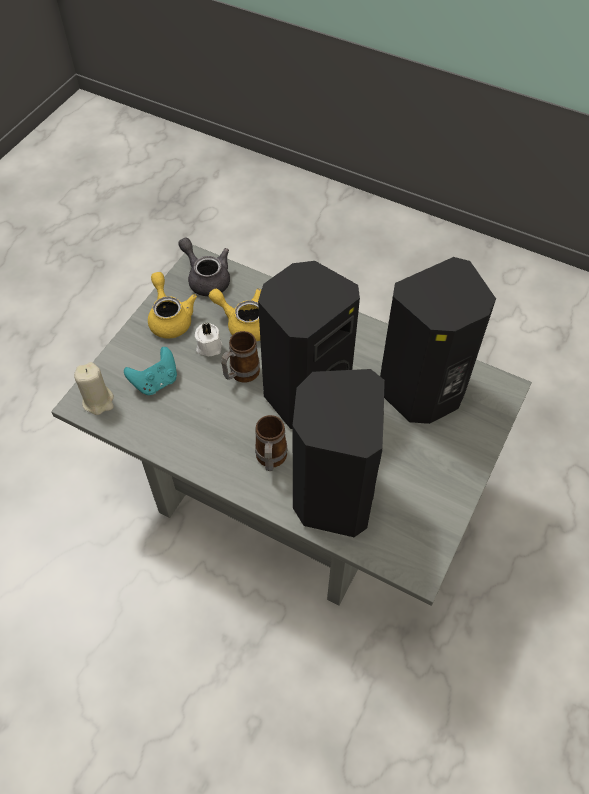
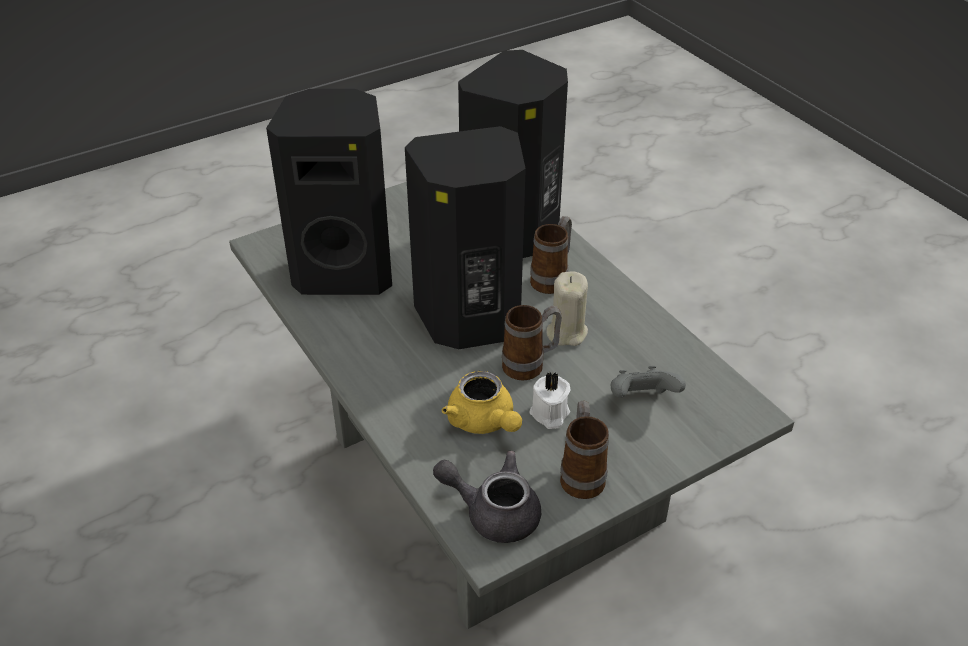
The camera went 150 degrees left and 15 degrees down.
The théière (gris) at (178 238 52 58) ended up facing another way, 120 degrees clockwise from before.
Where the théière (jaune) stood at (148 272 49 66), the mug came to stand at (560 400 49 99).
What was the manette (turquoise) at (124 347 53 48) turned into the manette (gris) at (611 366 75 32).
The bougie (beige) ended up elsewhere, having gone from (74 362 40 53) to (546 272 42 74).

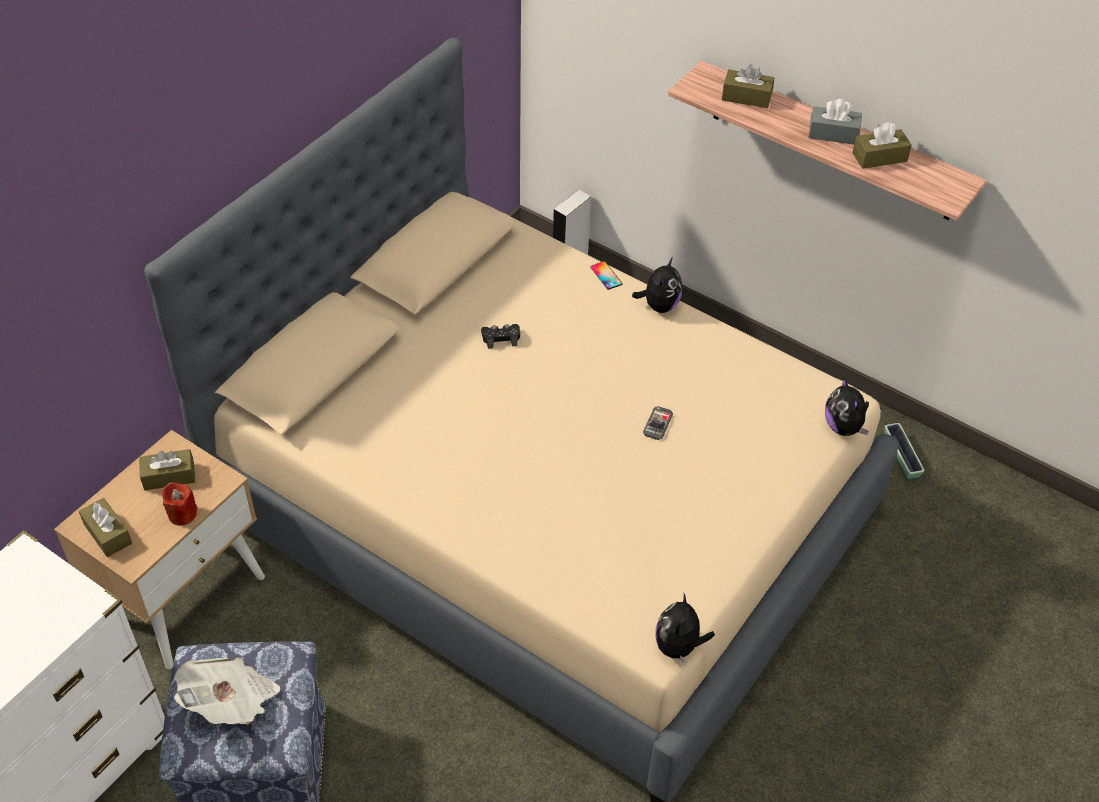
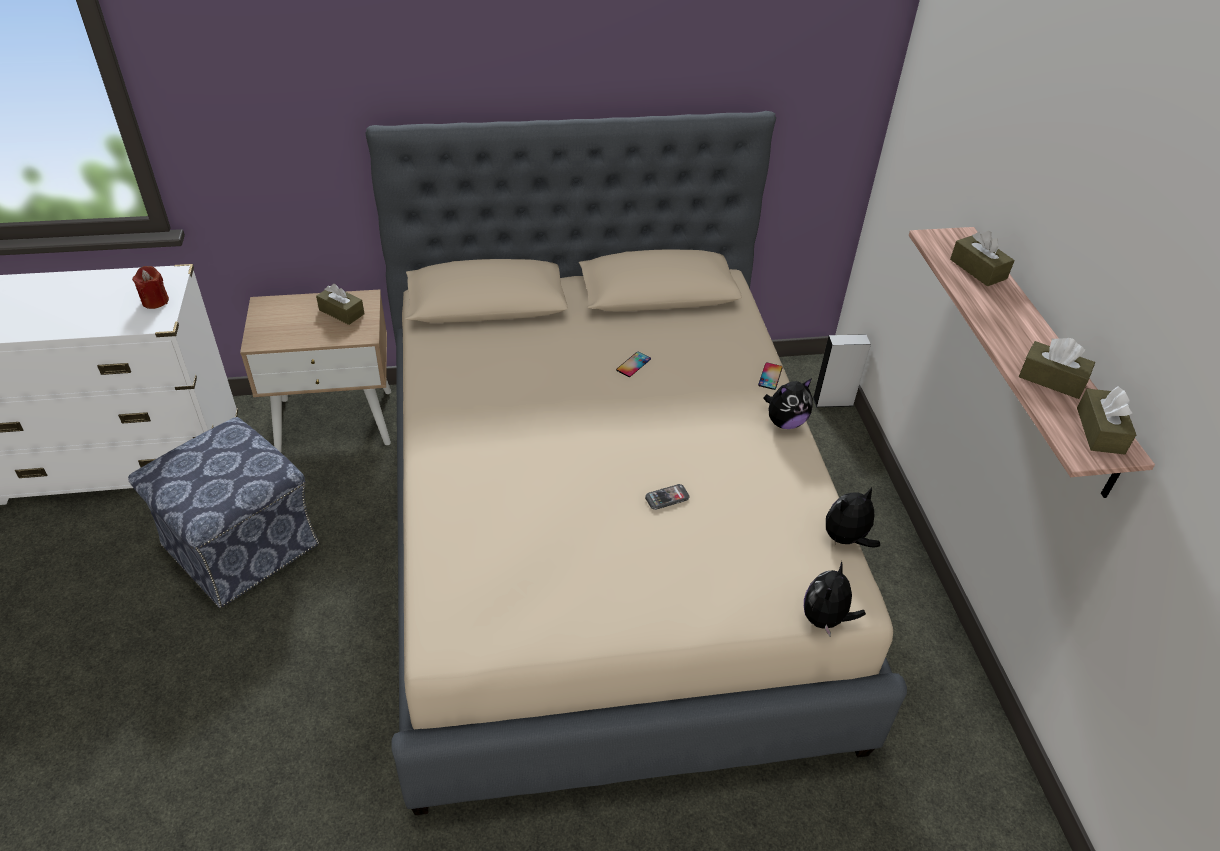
The camera went 45 degrees right and 5 degrees down.
The second view lost the boîte à mouchoirs (gris) at (808 99 54 46).
Where the manette (noir) stood at (481 324 39 25), the téléphone came to stand at (616 351 35 26).
The second view lost the cache-pot at (885 423 40 58).
The bougie (rouge) ended up elsewhere, having gone from (162 482 35 44) to (132 266 37 43).
The boîte à mouchoirs (marron) ended up elsewhere, having gone from (79 498 53 59) to (1077 386 59 68).
The peluche ended up elsewhere, having gone from (655 594 60 72) to (826 487 54 61).
The second view lost the journal at (174 658 106 67).

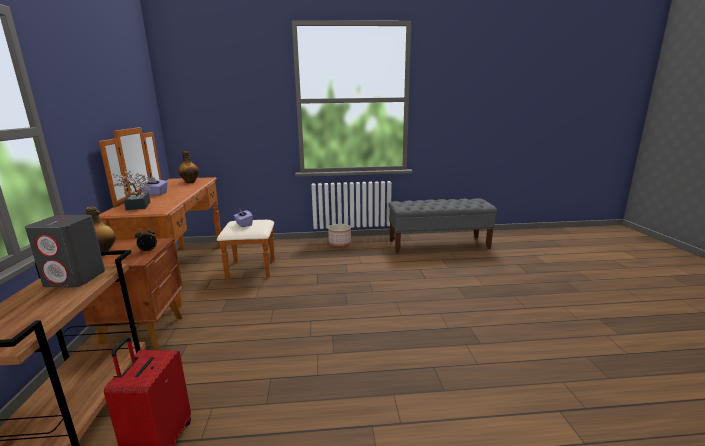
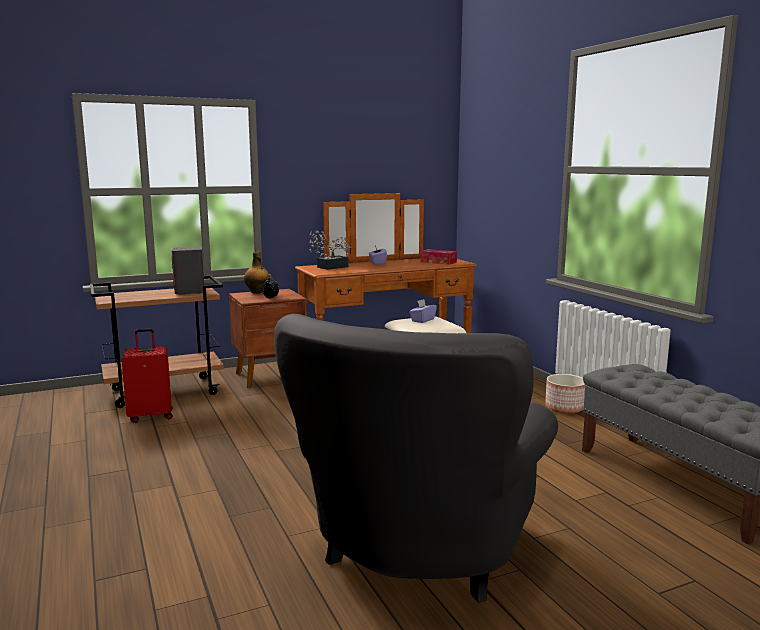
The camera went 70 degrees right and 5 degrees down.
Where the bouteille stood at (178 151 21 32), the boîte à mouchoirs came to stand at (420 249 37 16).
The second view gained the fauteuil (gris) at (274 314 284 289).

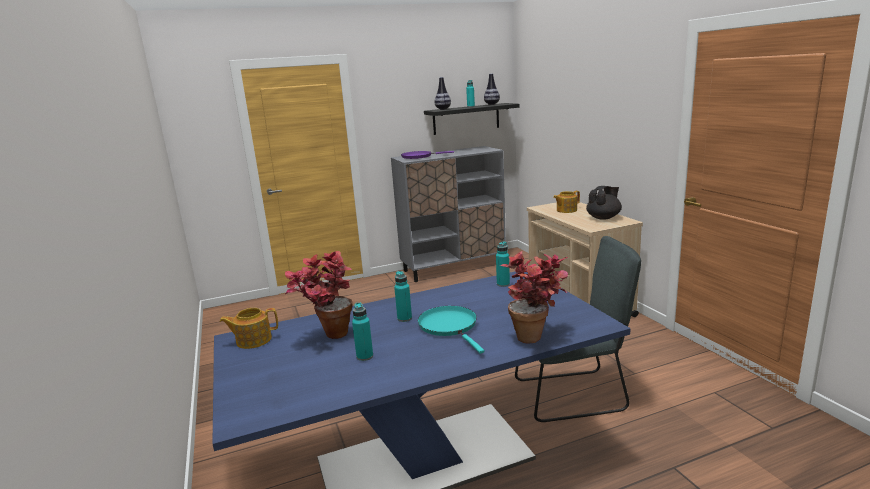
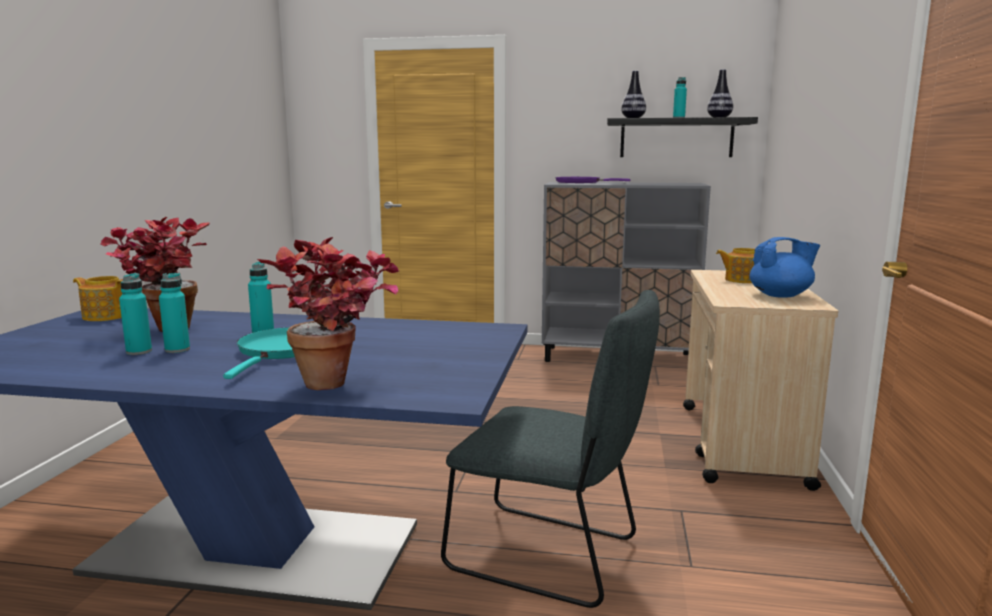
The camera went 30 degrees right and 5 degrees down.
What was the théière (noir) at (586 186 36 34) turned into the théière (bleu) at (749 237 71 61).
The bouteille (turquoise) ended up elsewhere, having gone from (496 241 14 46) to (159 273 31 80).

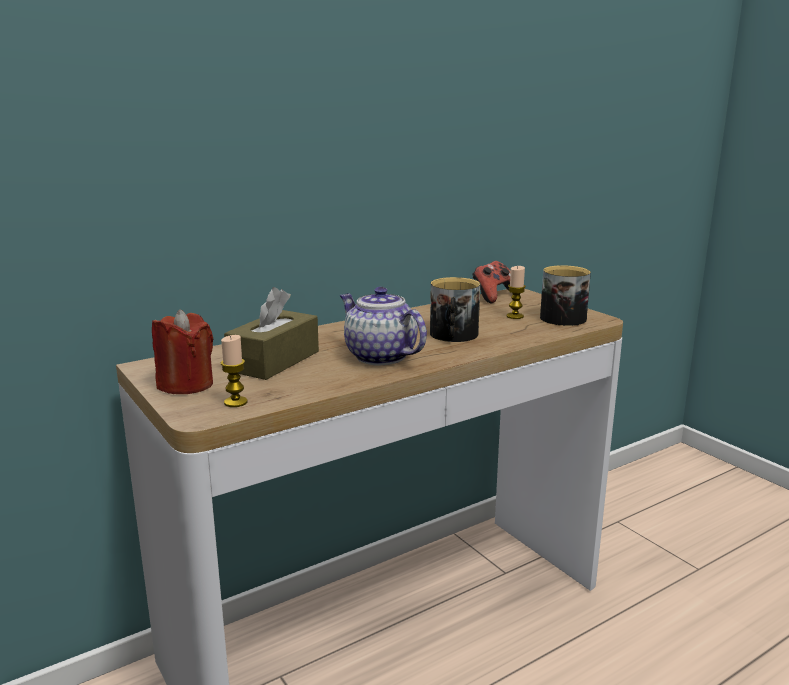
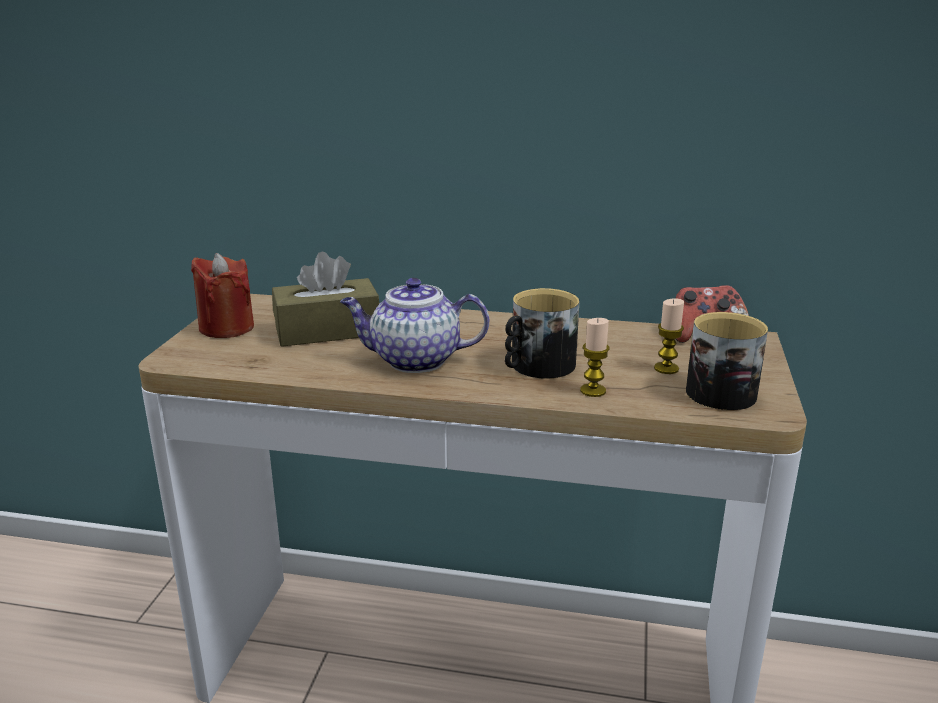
The camera went 45 degrees right and 5 degrees up.
The théière at (340 287 87 78) ended up facing another way, 90 degrees counterclockwise from before.
The bougie ended up elsewhere, having gone from (221 335 27 72) to (580 318 29 79).

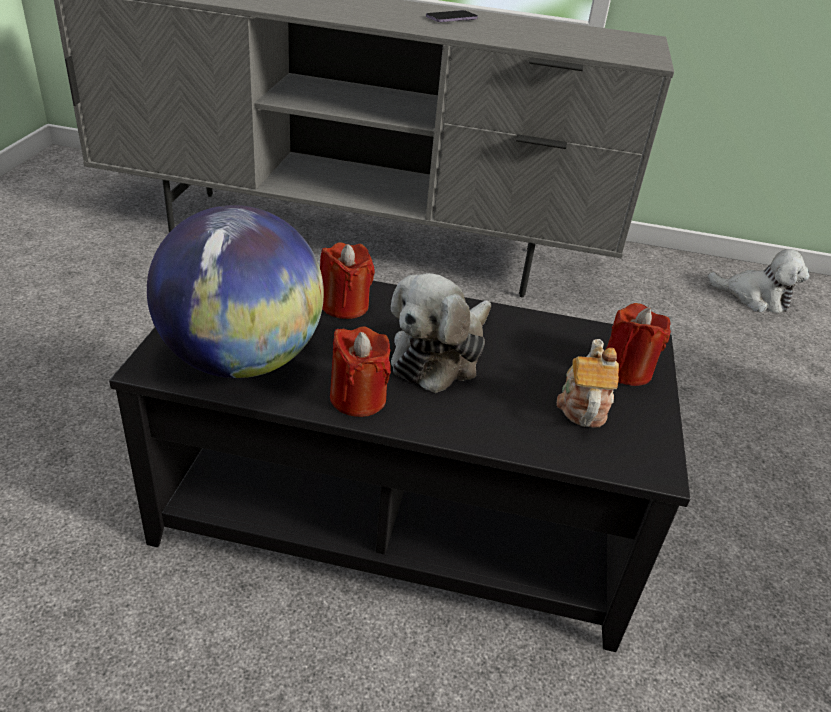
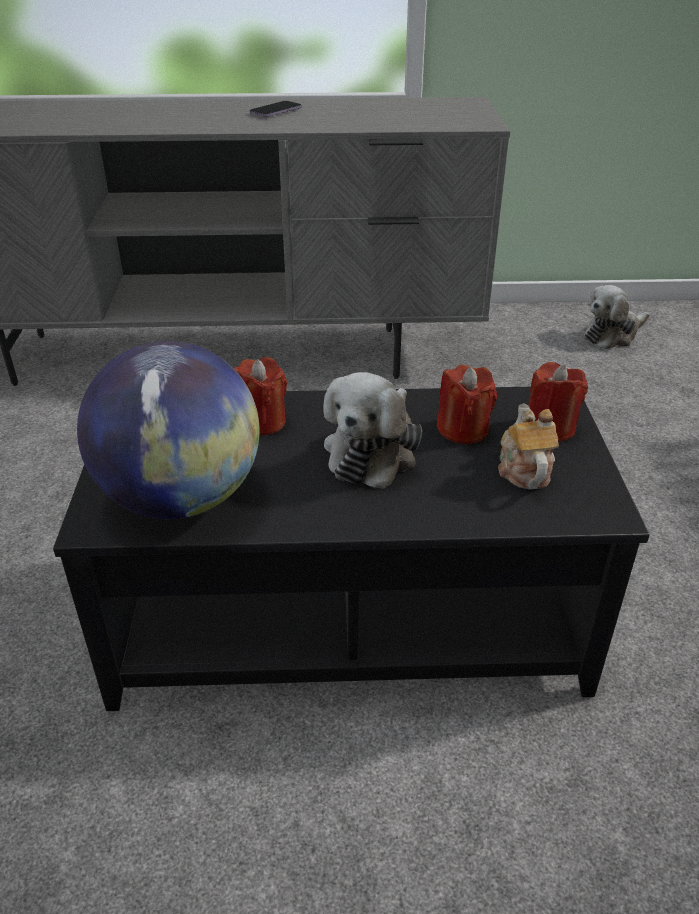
The camera went 10 degrees left and 0 degrees up.
The peluche at (708 249 101 64) ended up facing another way, 135 degrees clockwise from before.
The bougie (rouge) ended up elsewhere, having gone from (330 326 61 91) to (436 365 61 79).

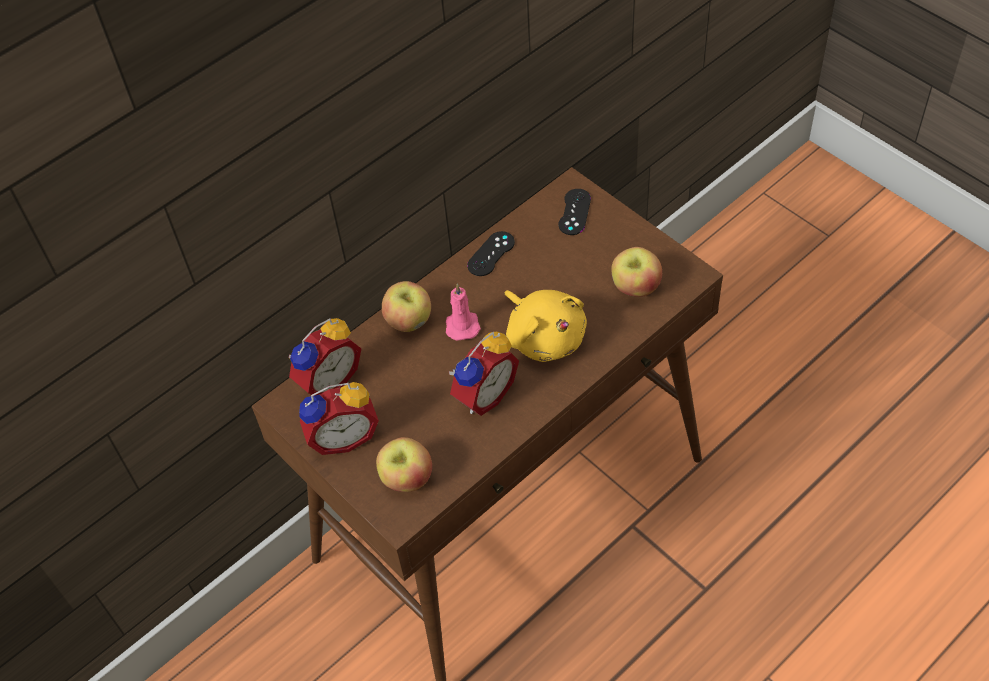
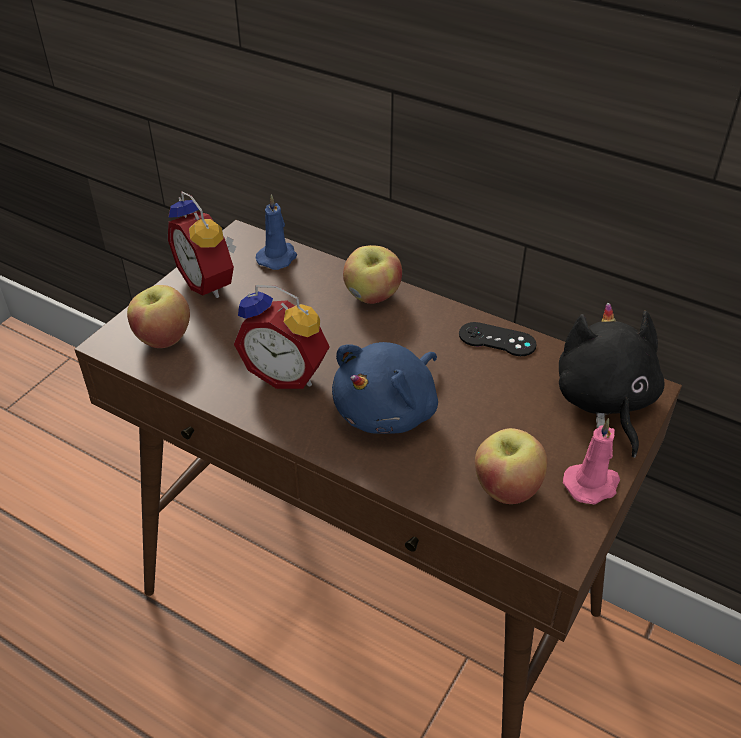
The camera went 70 degrees right and 10 degrees down.
Where the manette (noir) stood at (559 189 32 46), the peluche (noir) came to stand at (559 303 105 155).
The bougie (rose) ended up elsewhere, having gone from (446 283 35 58) to (563 418 57 86).
What was the peluche (jaune) at (505 290 82 72) turned into the peluche (bleu) at (332 342 106 92).
Where the réveil stood at (289 318 72 78), the bougie (bleu) came to stand at (256 194 41 76).

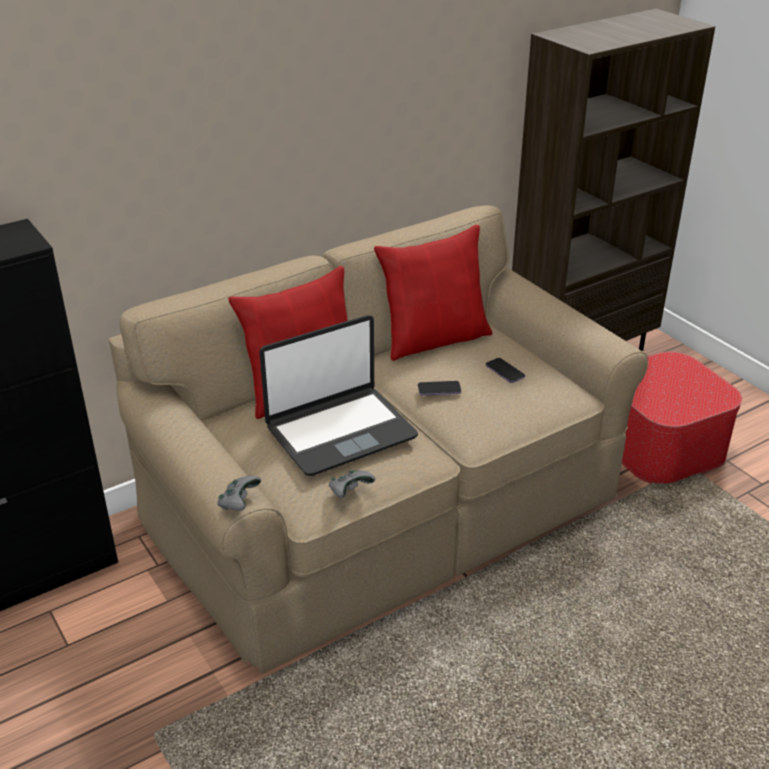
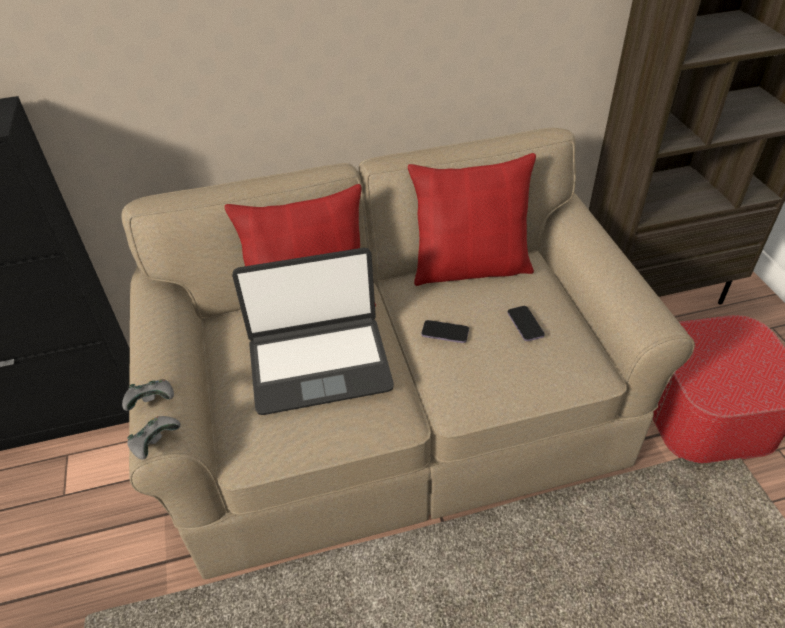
The camera went 20 degrees right and 10 degrees up.
The manette (gris) ended up elsewhere, having gone from (329 470 46 28) to (122 379 52 32).

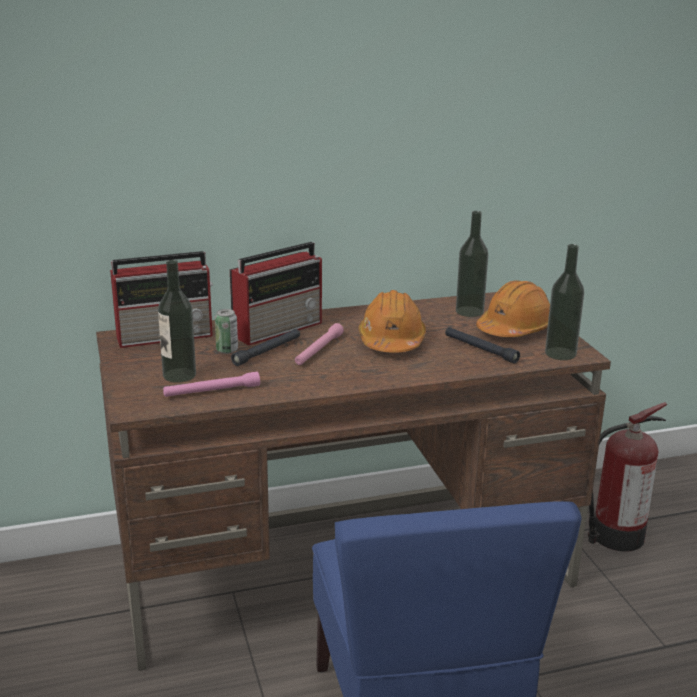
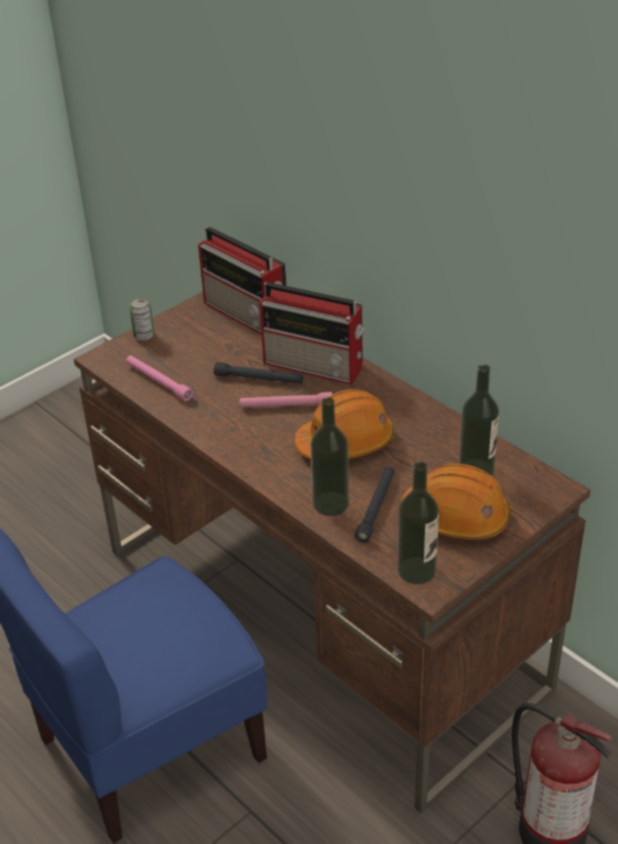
The camera went 65 degrees right and 15 degrees up.
The bouteille ended up elsewhere, having gone from (158 260 38 123) to (310 397 39 119).
The boîte métallique ended up elsewhere, having gone from (215 309 23 45) to (129 298 25 43).

